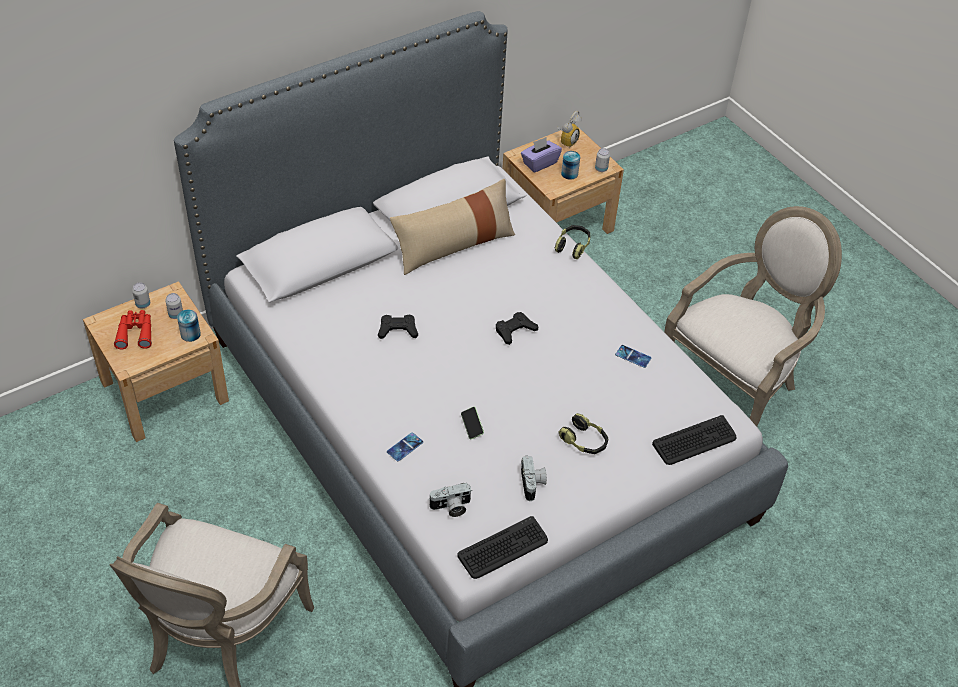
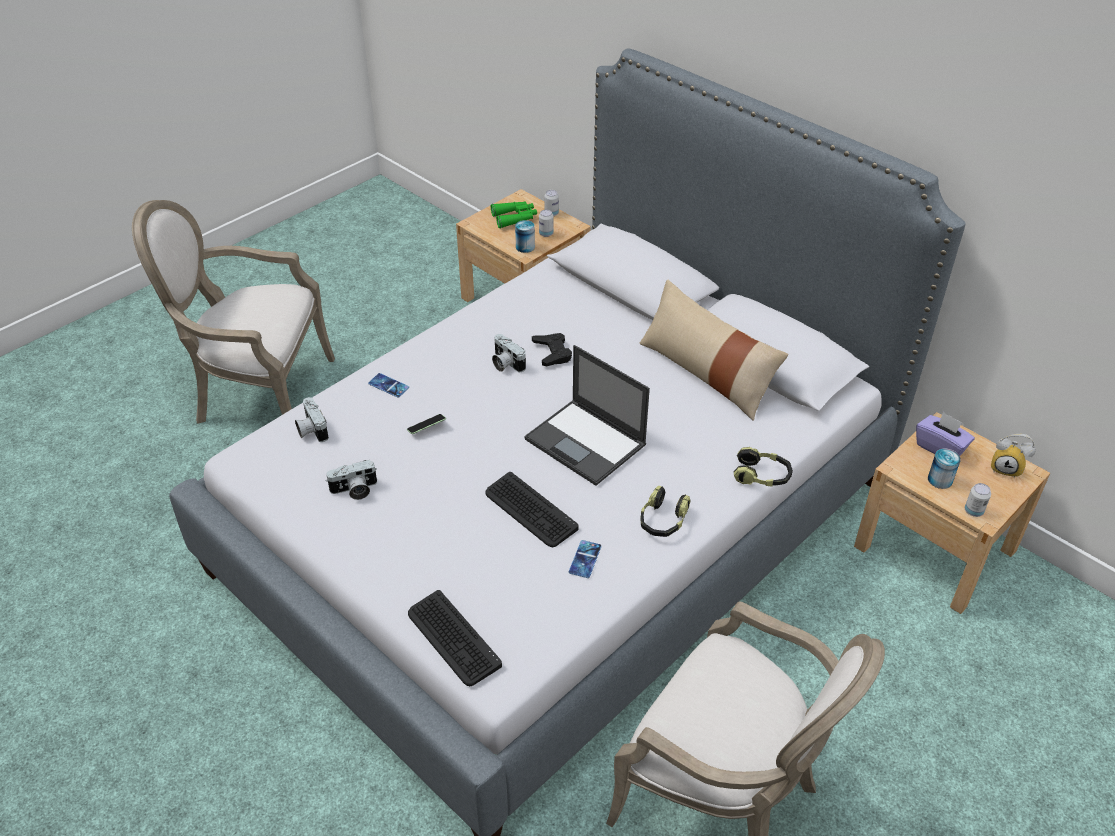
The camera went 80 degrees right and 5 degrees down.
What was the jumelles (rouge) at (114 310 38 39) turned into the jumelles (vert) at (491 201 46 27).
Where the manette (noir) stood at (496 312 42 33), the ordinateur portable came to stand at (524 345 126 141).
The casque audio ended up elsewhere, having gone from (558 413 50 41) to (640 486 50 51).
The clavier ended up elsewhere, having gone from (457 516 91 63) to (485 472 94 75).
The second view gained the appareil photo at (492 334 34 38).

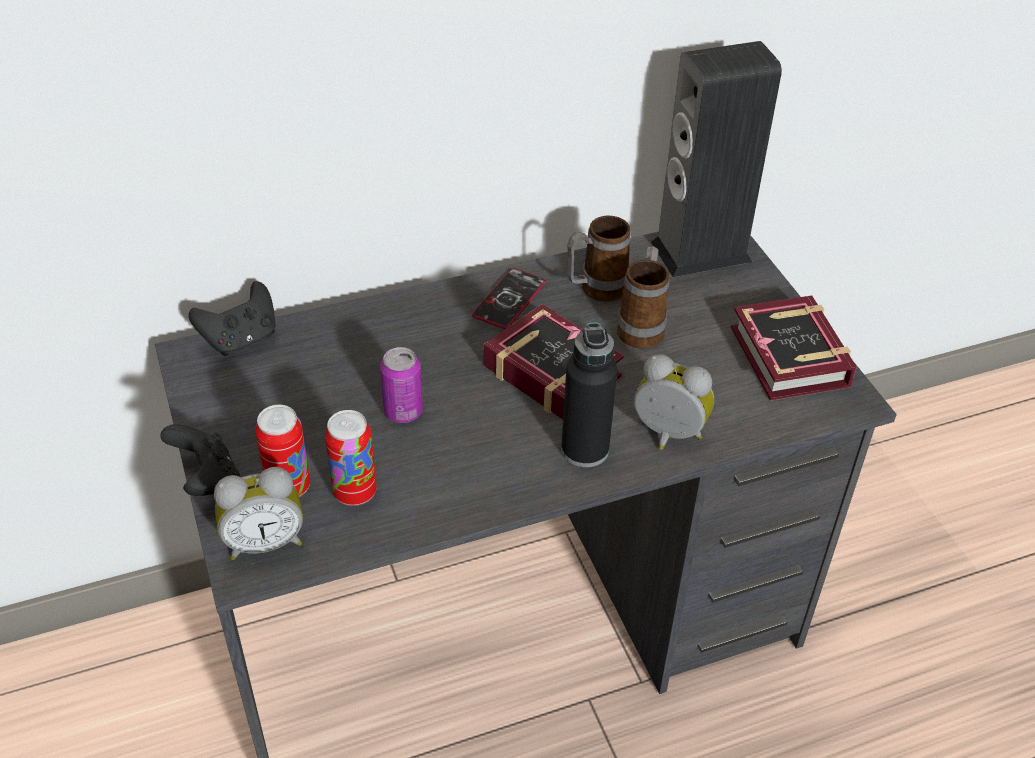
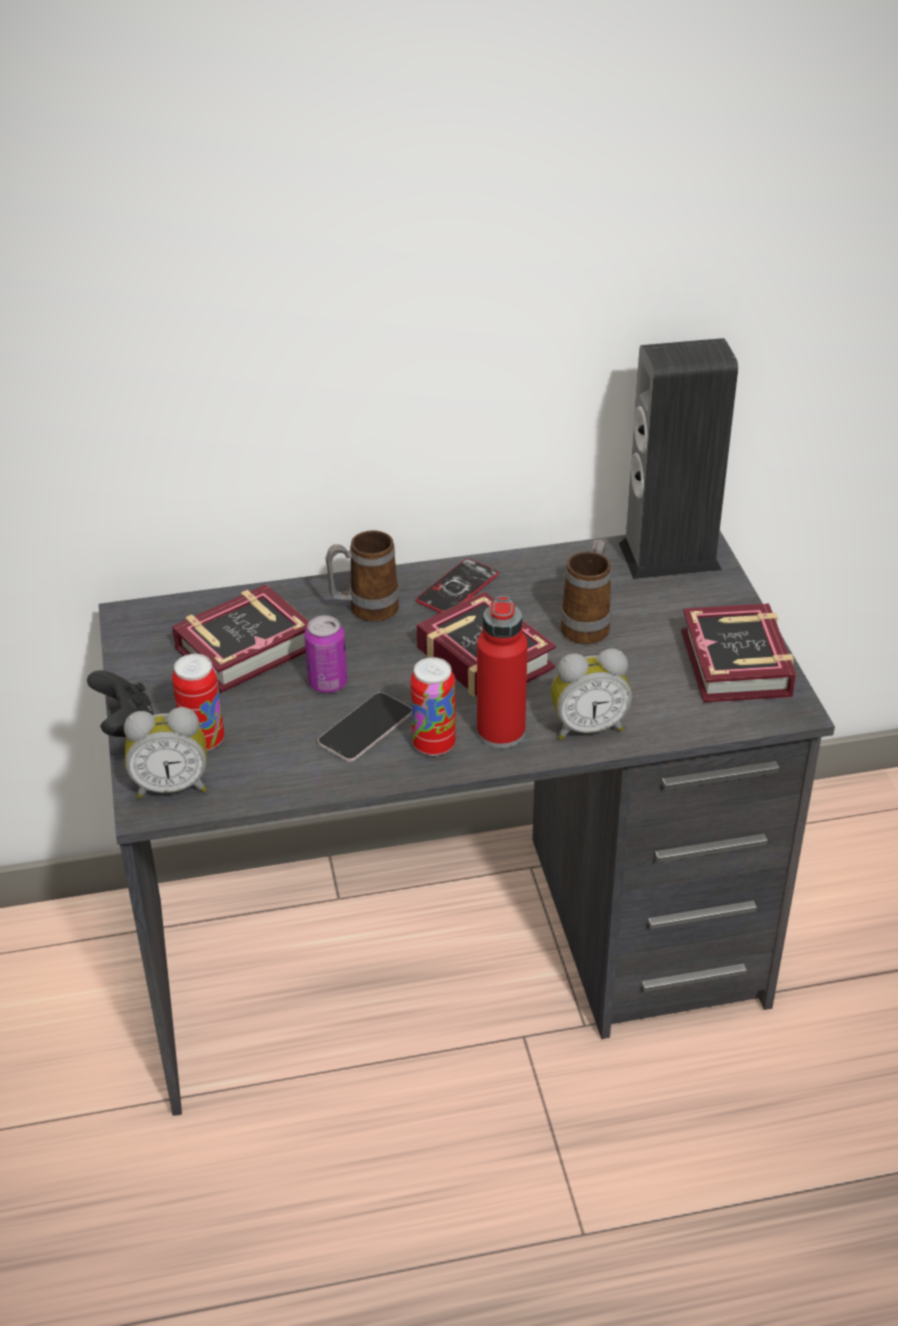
The camera went 10 degrees right and 5 degrees down.
The mug ended up elsewhere, having gone from (567 215 64 87) to (326 530 73 92).
The second view lost the manette (noir) at (189 281 87 75).
What was the bouteille (noir) at (561 323 56 144) turned into the bouteille (rouge) at (477 596 51 152).
The réveil at (634 354 80 96) ended up facing another way, 135 degrees clockwise from before.
The boîte métallique ended up elsewhere, having gone from (325 410 52 96) to (410 657 46 99).
The second view gained the livre at (172 584 137 109).
The second view gained the téléphone at (318 692 94 70).

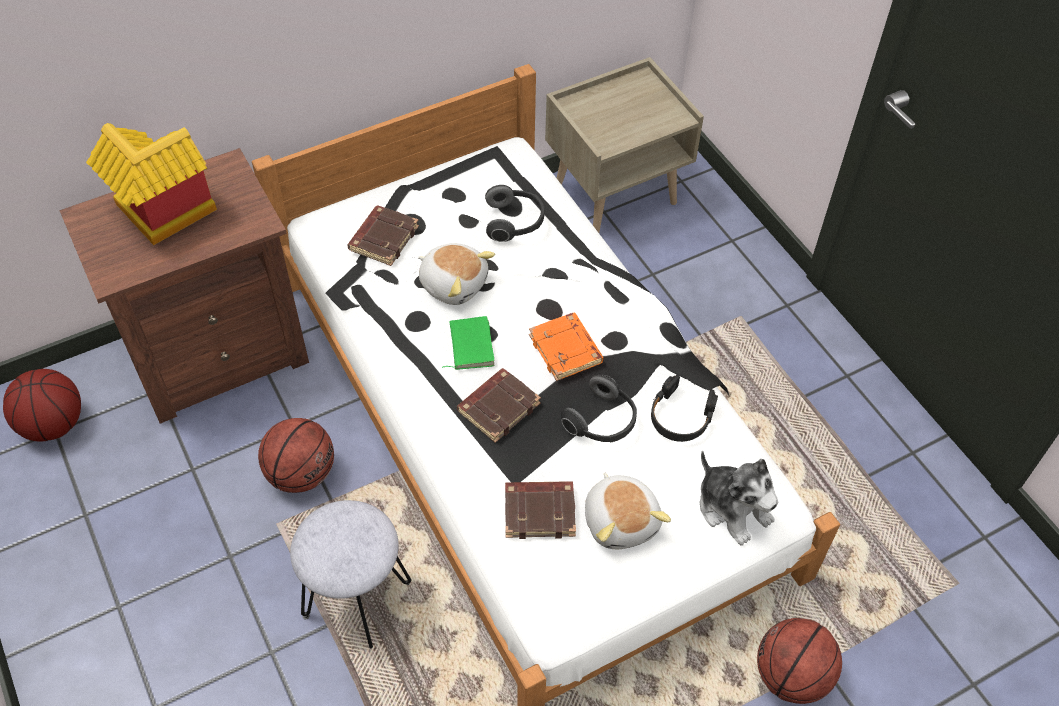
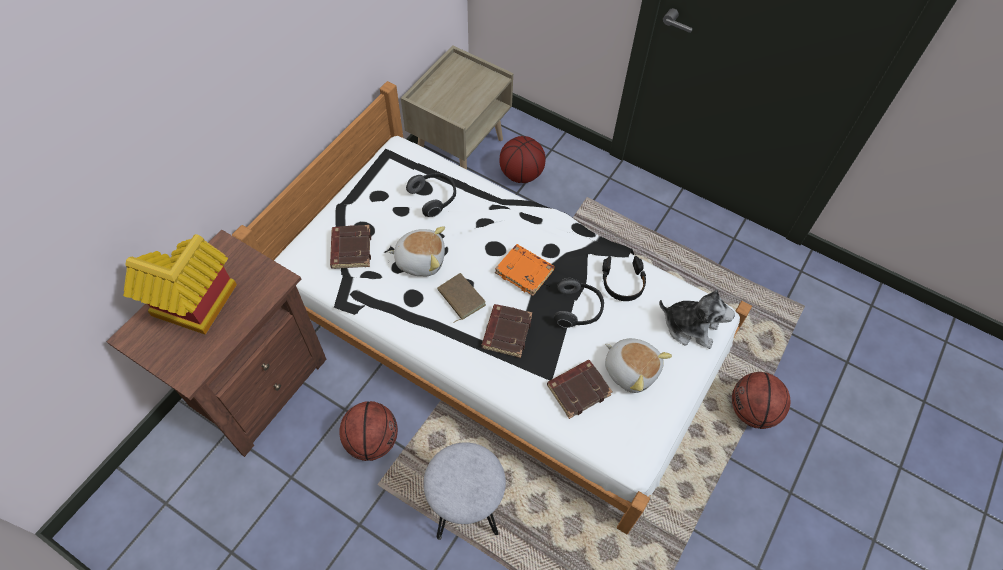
The camera went 30 degrees left and 5 degrees up.
What was the livre (vert) at (442 316 53 54) turned into the livre (marron) at (437 273 49 50).
The ballon de basket ended up elsewhere, having gone from (3 369 78 73) to (499 136 46 47).

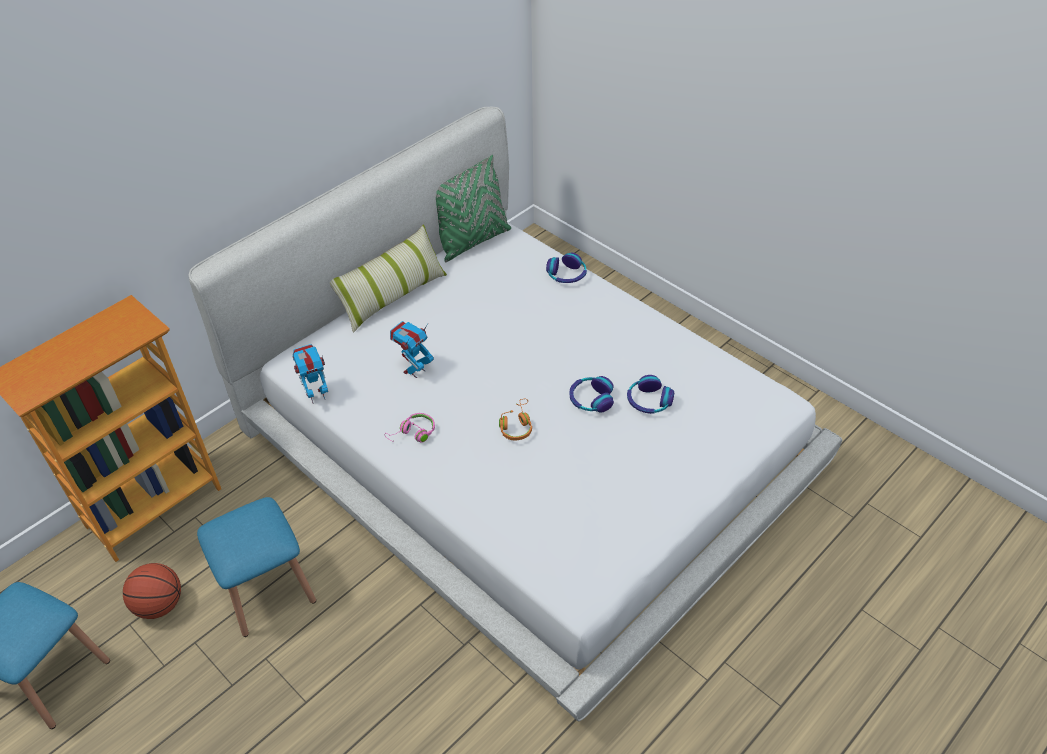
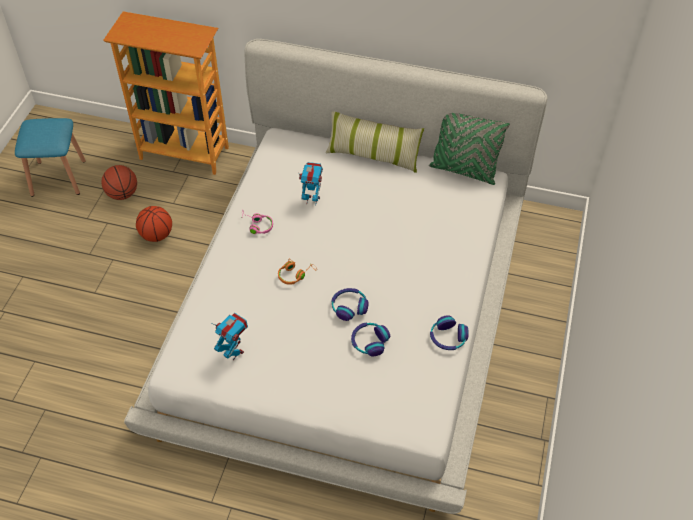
The camera went 60 degrees right and 5 degrees up.
The casque audio ended up elsewhere, having gone from (546 253 41 30) to (430 315 39 35).
The robot jouet ended up elsewhere, having gone from (293 344 35 60) to (211 313 37 47).
Where the tabouret (bleu) stood at (197 497 119 140), the ballon de basket came to stand at (136 206 36 36).

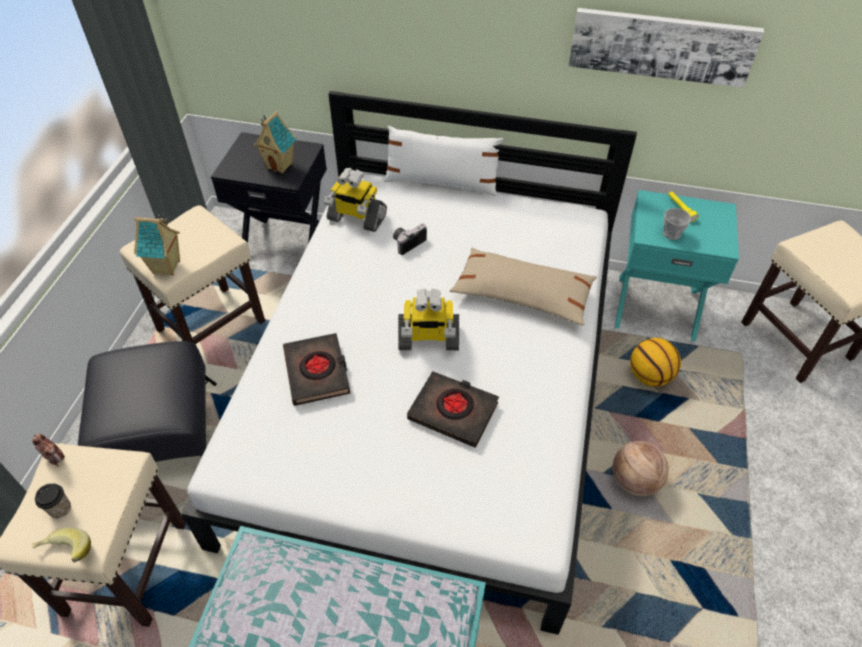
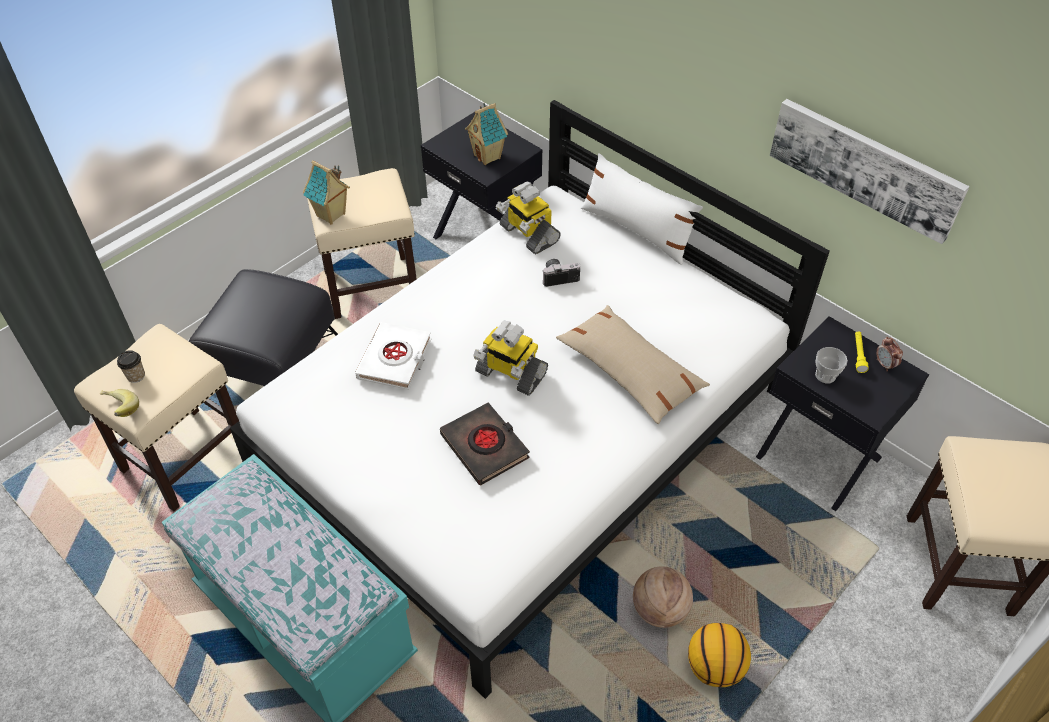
The camera went 30 degrees right and 0 degrees up.
What was the table de chevet (turquoise) at (615 190 124 152) turned into the table de chevet (noir) at (756 316 173 195).
What was the livre (noir) at (283 333 68 73) turned into the livre (blanc) at (355 322 77 68).
The ballon de basket ended up elsewhere, having gone from (630 338 51 49) to (688 623 63 64).
The réveil ended up elsewhere, having gone from (32 434 33 33) to (876 337 27 35).

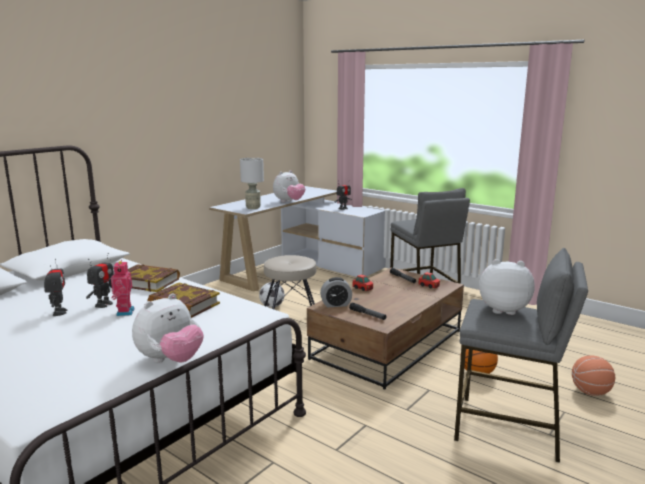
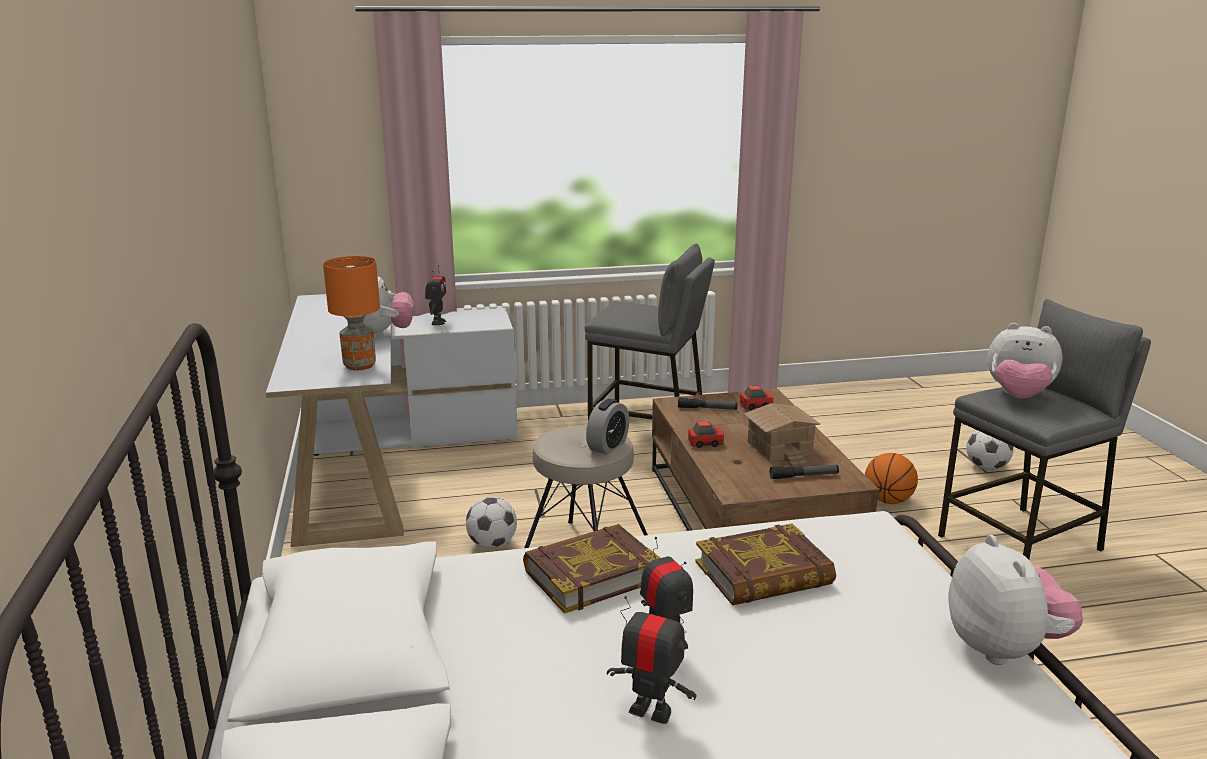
The camera went 50 degrees left and 5 degrees up.
What was the lampe de table (gris) at (240 158 24 51) turned into the lampe de table (orange) at (323 256 57 114).
The peluche at (479 259 56 56) ended up facing another way, 120 degrees counterclockwise from before.
The second view lost the robot jouet at (108 260 27 56).
The réveil ended up elsewhere, having gone from (320 277 32 30) to (586 399 43 56).
Where the ballon de basket stood at (572 355 43 41), the ballon de foot came to stand at (966 430 48 40).
The second view gained the maison miniature at (744 403 76 64).

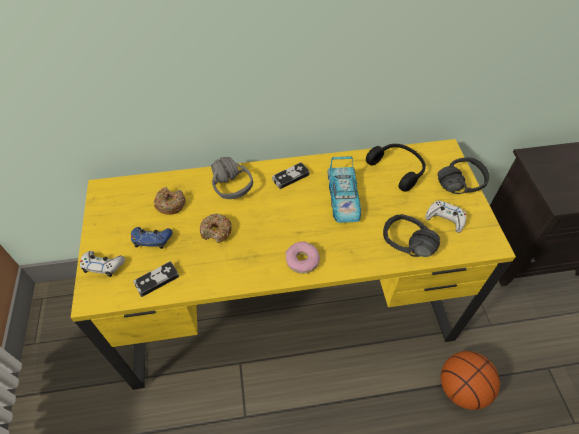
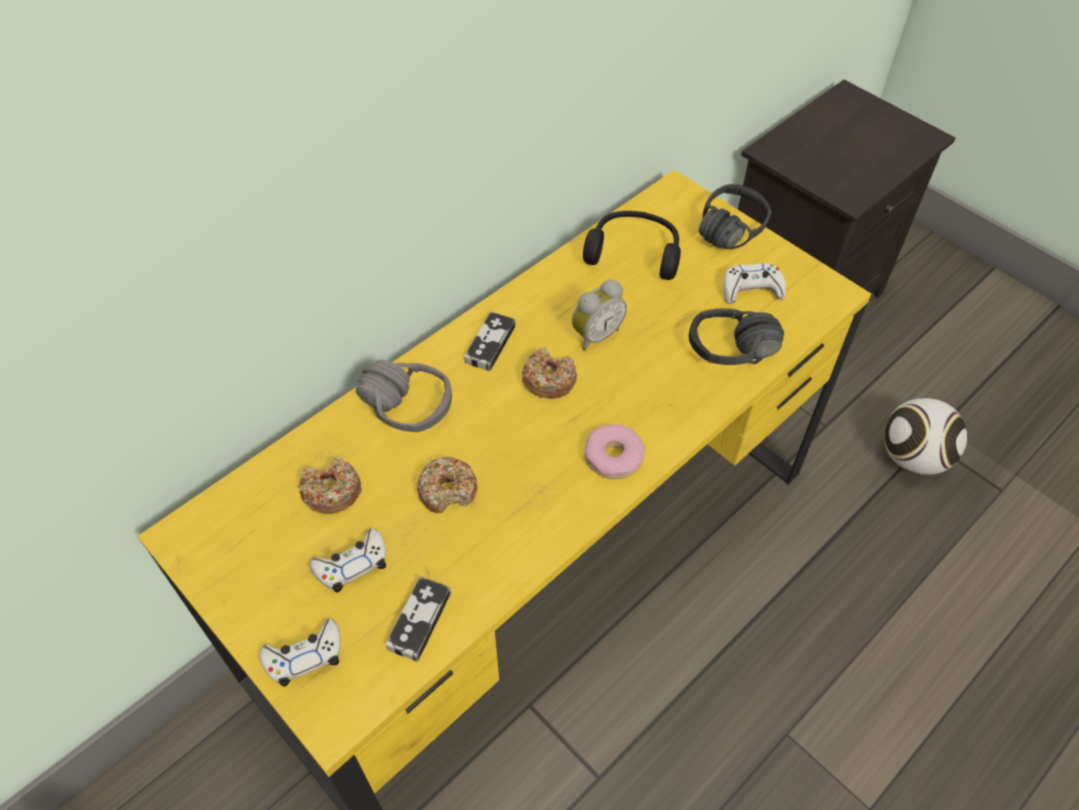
The camera went 35 degrees left and 0 degrees up.
Where the petite voiture stood at (328 156 33 67), the réveil came to stand at (572 280 55 71).
What was the manette (bleu) at (131 227 42 22) turned into the manette (blanc) at (310 529 76 64).
The second view lost the ballon de basket at (441 351 59 59).
The second view gained the beignet at (521 347 56 52).
The second view gained the ballon de foot at (884 398 83 77).

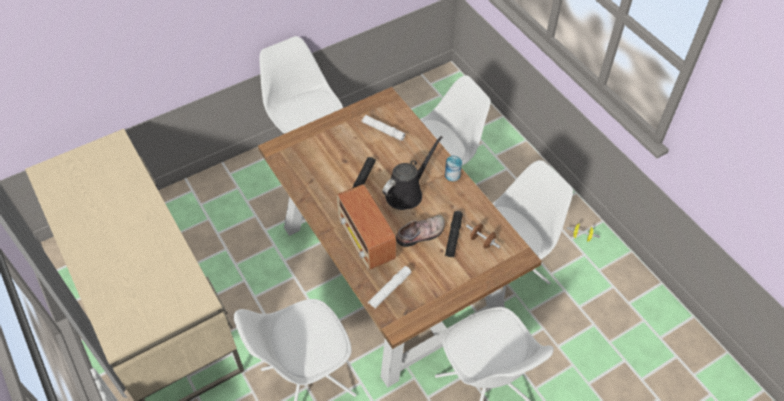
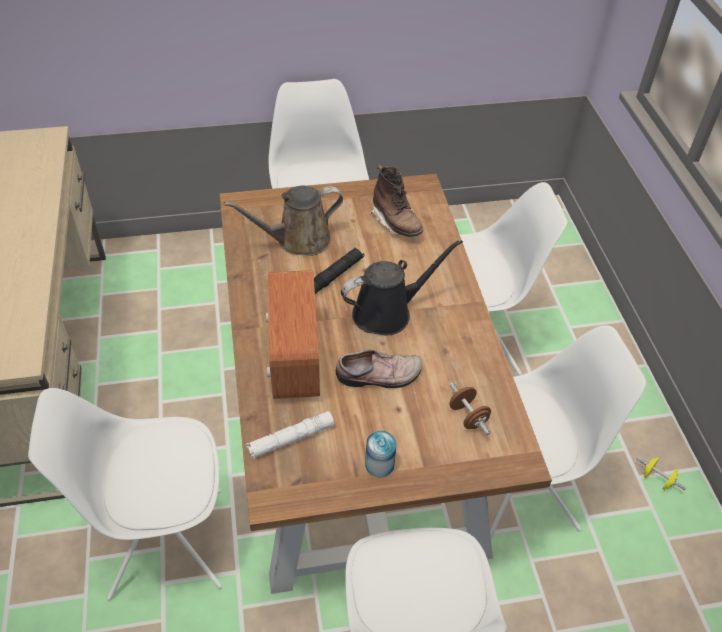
The camera went 20 degrees right and 5 degrees down.
Where the lampe de poche (blanc) stood at (361 115 44 26), the botte (marron) came to stand at (371 164 52 73).
The boîte métallique ended up elsewhere, having gone from (445 156 17 25) to (365 431 32 46).
The second view lost the lampe de poche (noir) at (445 211 18 47).
The second view gained the arrosoir (marron) at (224 186 119 70).

